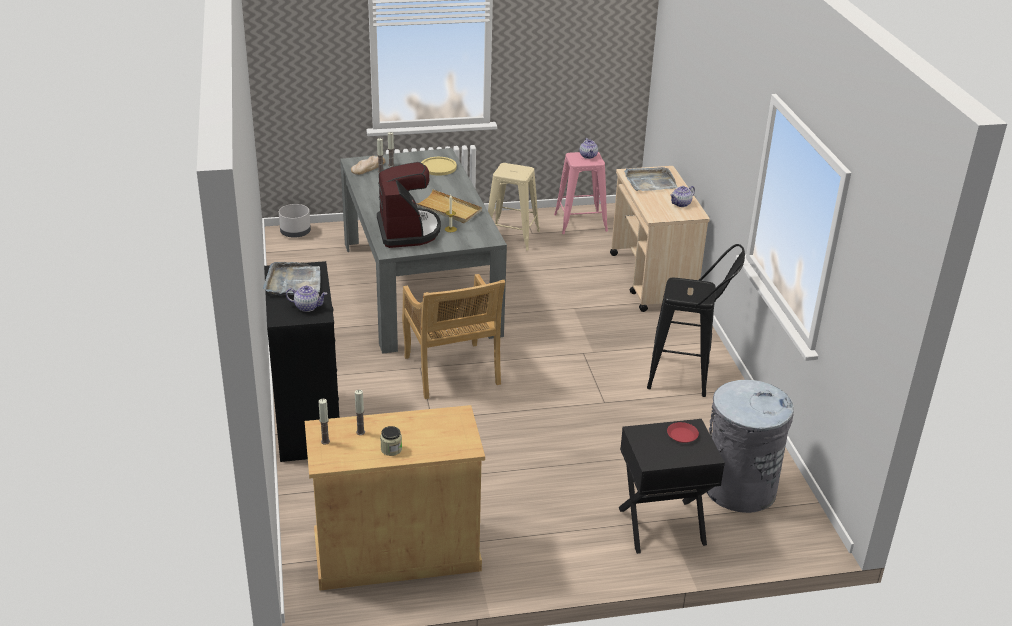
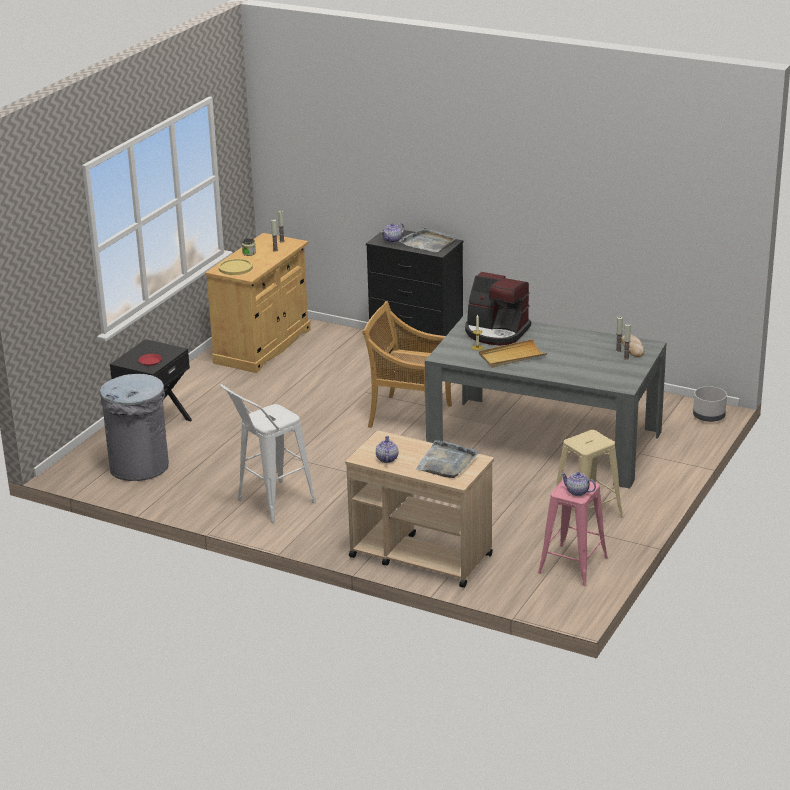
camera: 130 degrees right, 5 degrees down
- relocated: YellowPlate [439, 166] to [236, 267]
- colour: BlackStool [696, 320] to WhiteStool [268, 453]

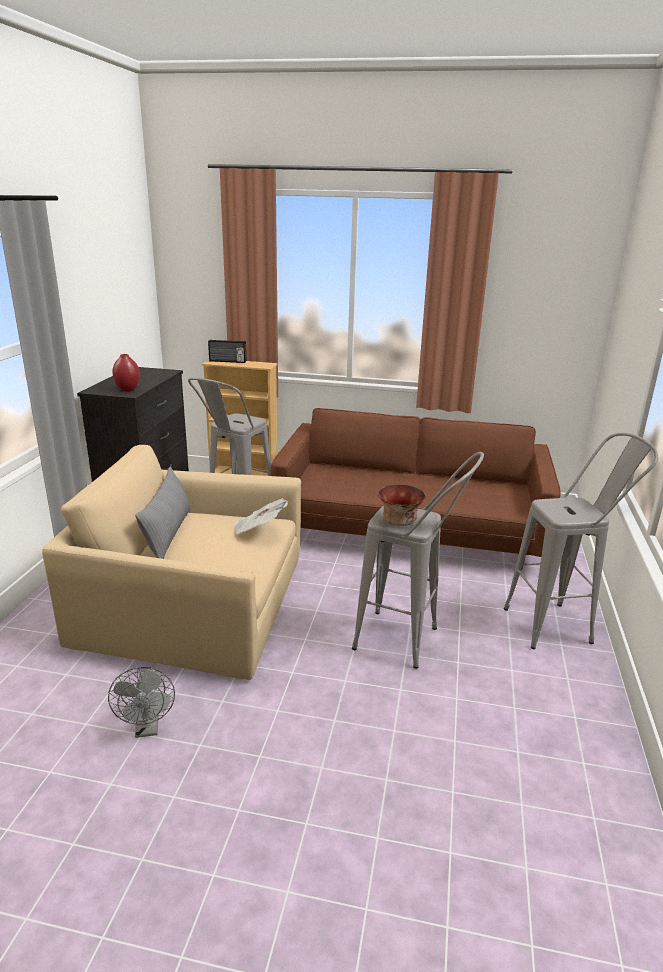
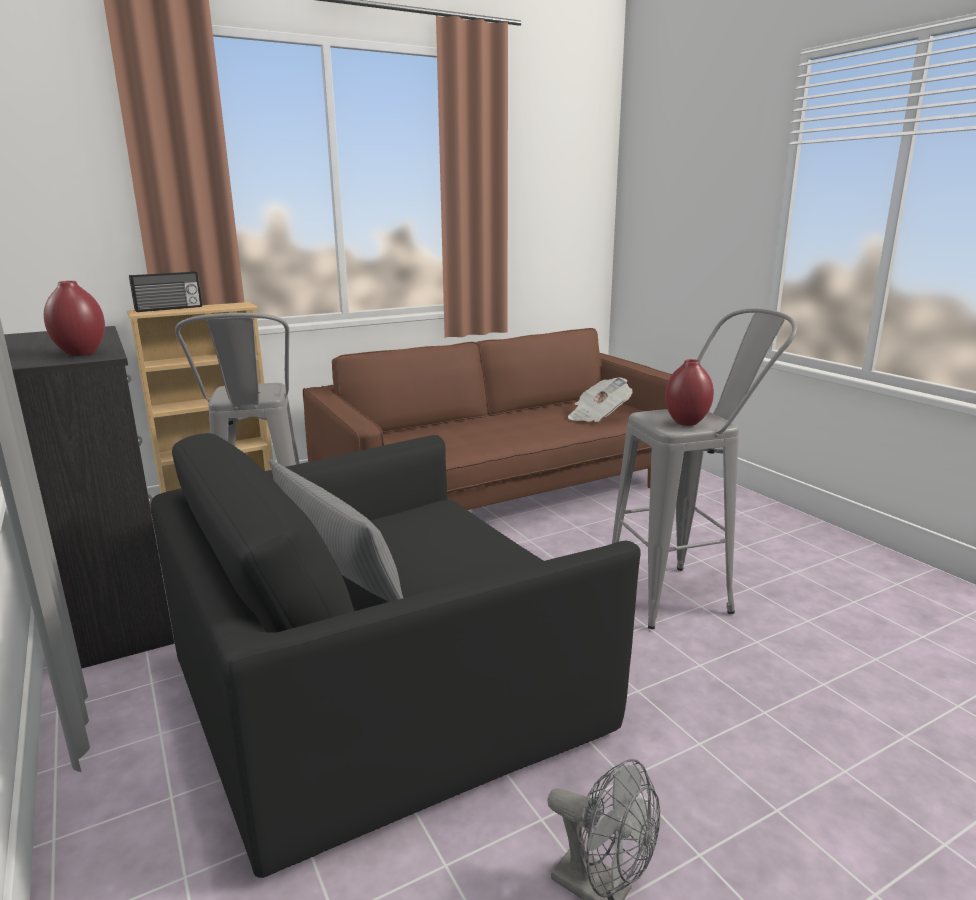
camera: 40 degrees left, 5 degrees down
- colour: BeigeArmchair [171, 562] to BlackArmchair [395, 655]
- relocated: Newspaper [261, 516] to [600, 399]
- exchanged: Bowl [402, 505] to RedVase [689, 392]
- missing: GreyStool [581, 541]

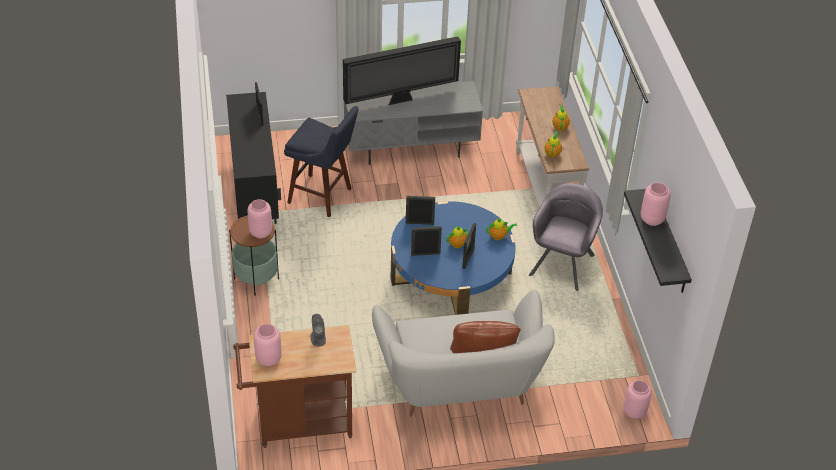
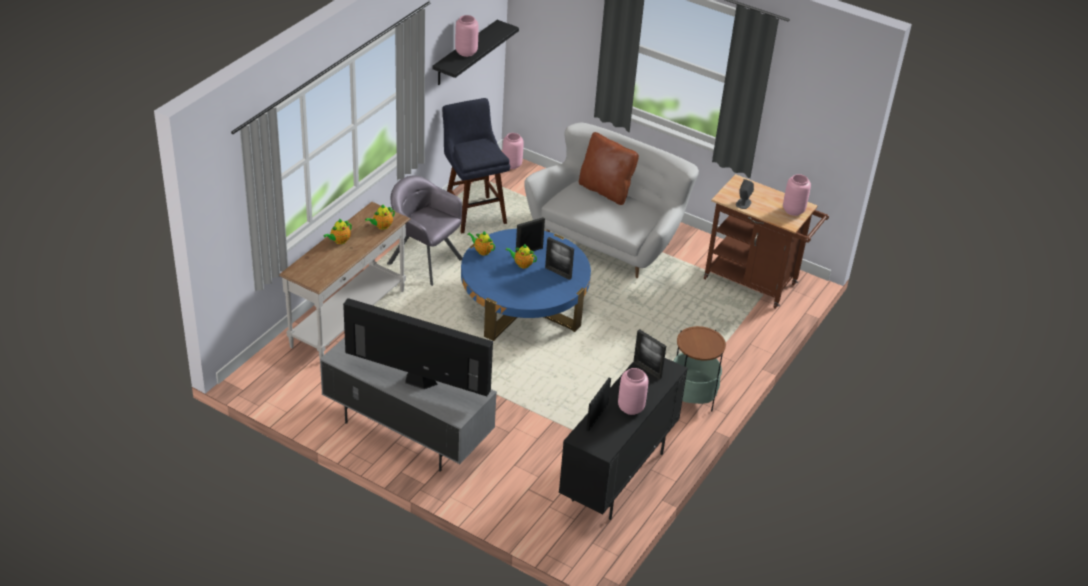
camera: 140 degrees left, 5 degrees down
- spun: GreyArmchair [566, 237] = [424, 230] 60 degrees clockwise
- relocated: BlueStool [321, 161] to [476, 166]
- relocated: PinkVase [260, 218] to [633, 391]
- relocated: PictureFrame [420, 210] to [649, 354]

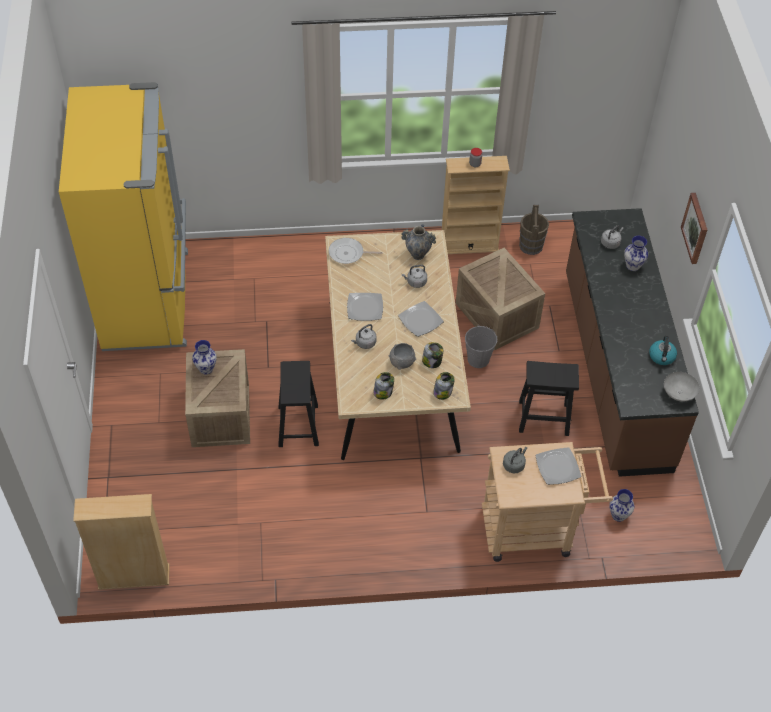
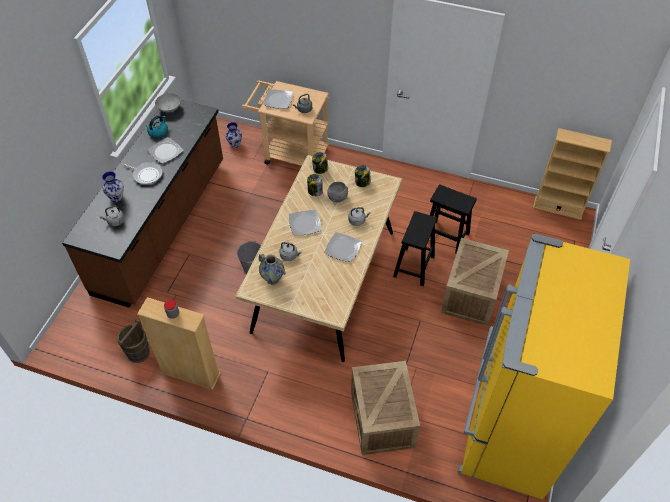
camera: 155 degrees left, 0 degrees up
- relocated: FryingPan [356, 251] to [142, 173]
- appeared: Plate [165, 150]
- relocated: Crate [500, 299] to [385, 408]
- relocated: BlackStool [549, 398] to [453, 219]
- missing: Vase [204, 357]
- missing: Picture [694, 228]

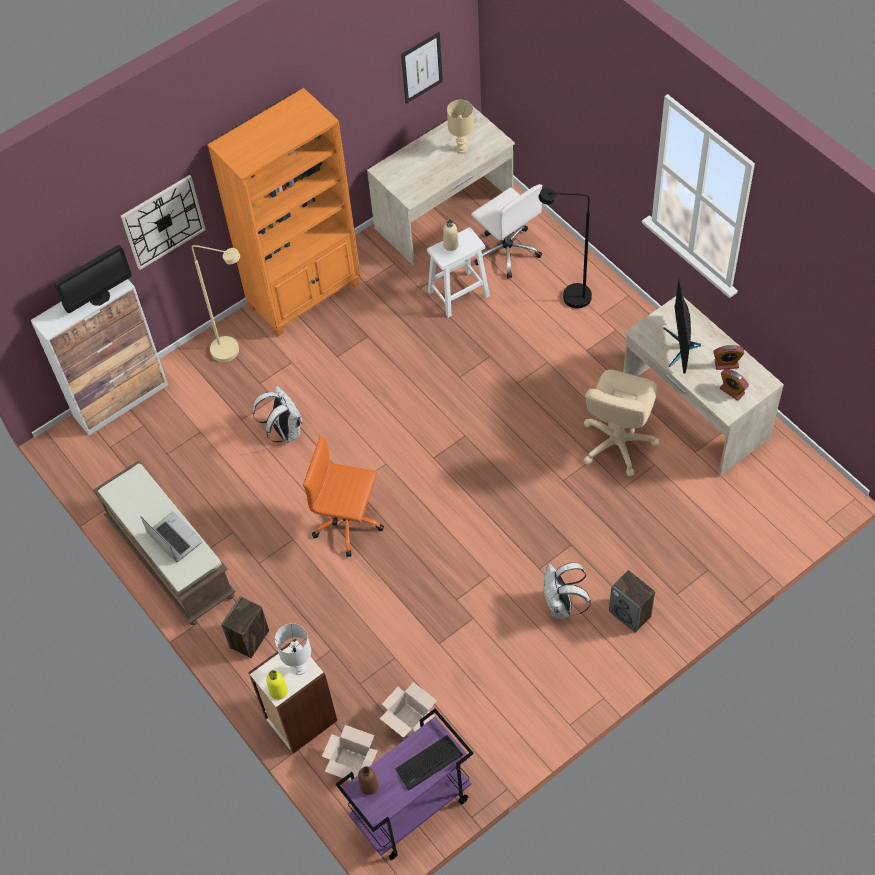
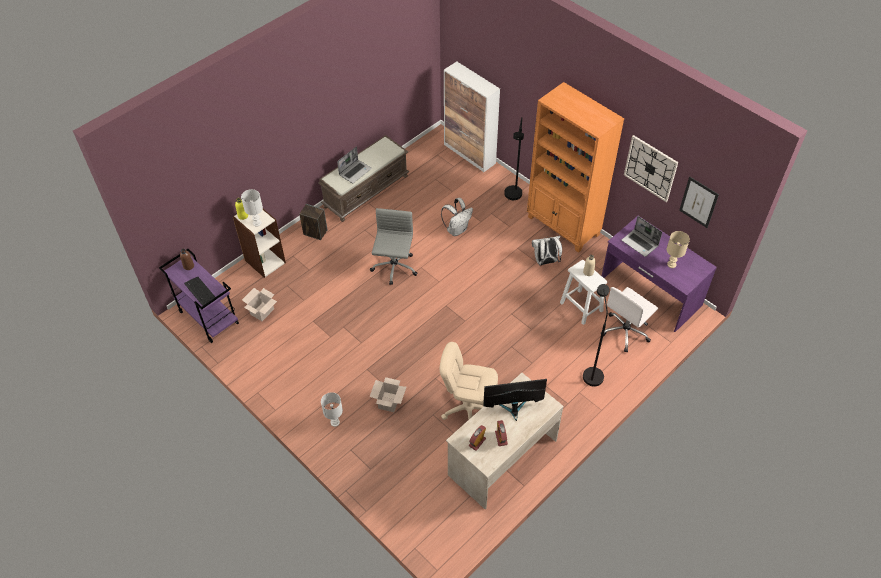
camera: 80 degrees right, 5 degrees down
- exchanged: Speaker [632, 601] to WhiteTableLamp [332, 409]
- relocated: CardboardBox [350, 753] to [387, 394]
- colour: OrangeOfficeChair [343, 496] to GreyOfficeChair [394, 246]
- colour: BeigeFloorLamp [216, 303] to BlackFloorLamp [514, 158]
- relocated: WhiteBackpack [567, 590] to [547, 251]
- colour: BeigeDesk [441, 185] to PurpleDesk [659, 274]
- appeared: Laptop [642, 236]
- relocated: WallClock [163, 222] to [651, 168]
- missing: Monitor [93, 279]

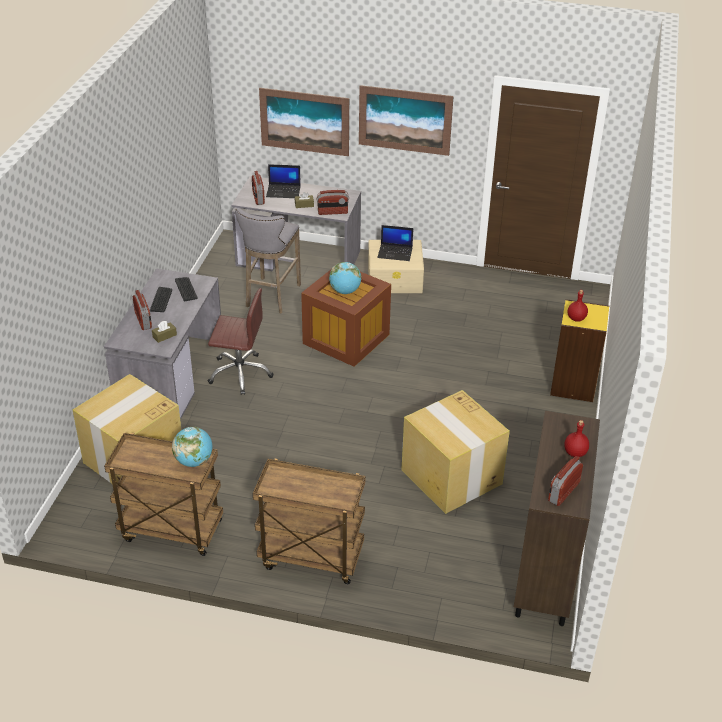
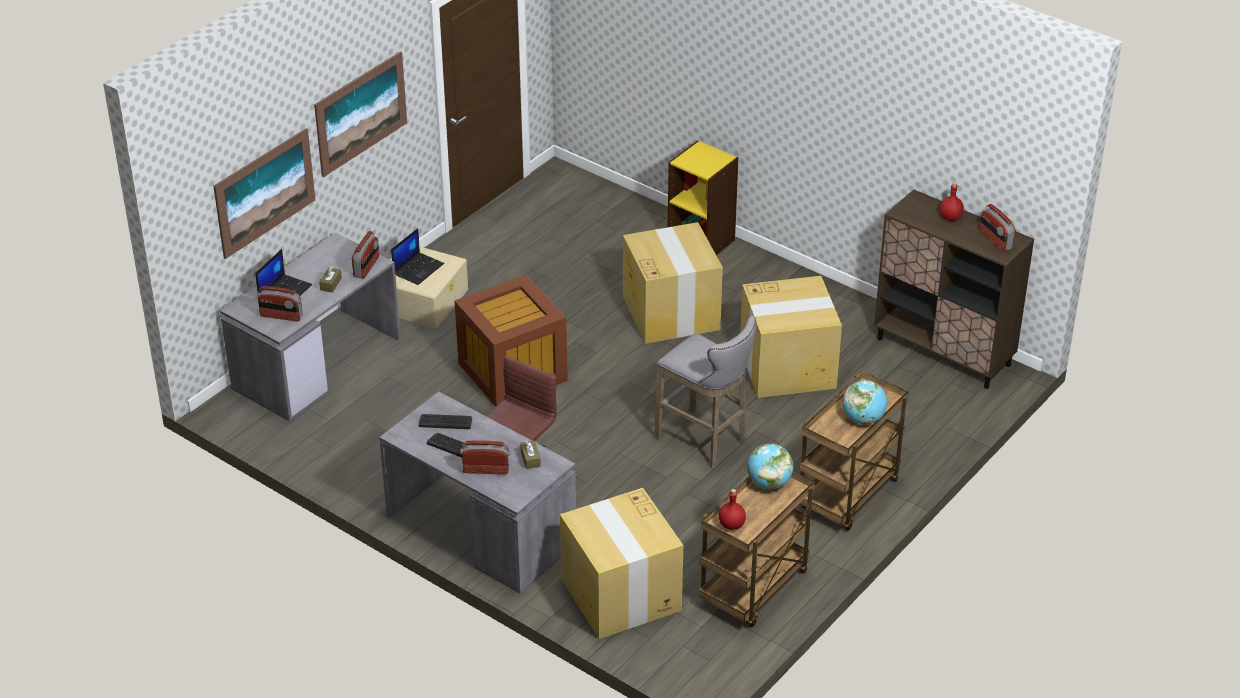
camera: 65 degrees left, 0 degrees up
- appeared: CardboardBox [673, 283]
- relocated: GreyStool [268, 261] to [705, 392]
- relocated: RedBottle [578, 306] to [732, 509]
- relocated: Globe [345, 278] to [865, 402]

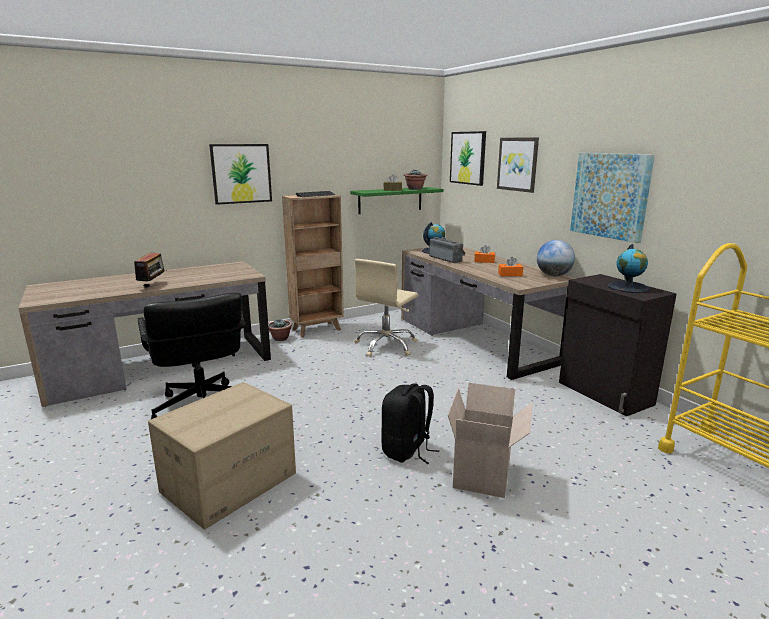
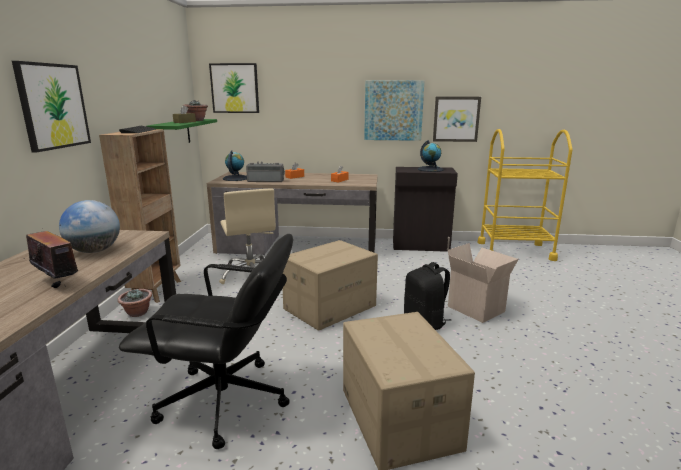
camera: 55 degrees left, 0 degrees up
- relocated: Globe [556, 258] to [89, 226]
- appeared: CardboardBox [330, 285]
- relocated: Picture [518, 165] to [457, 119]

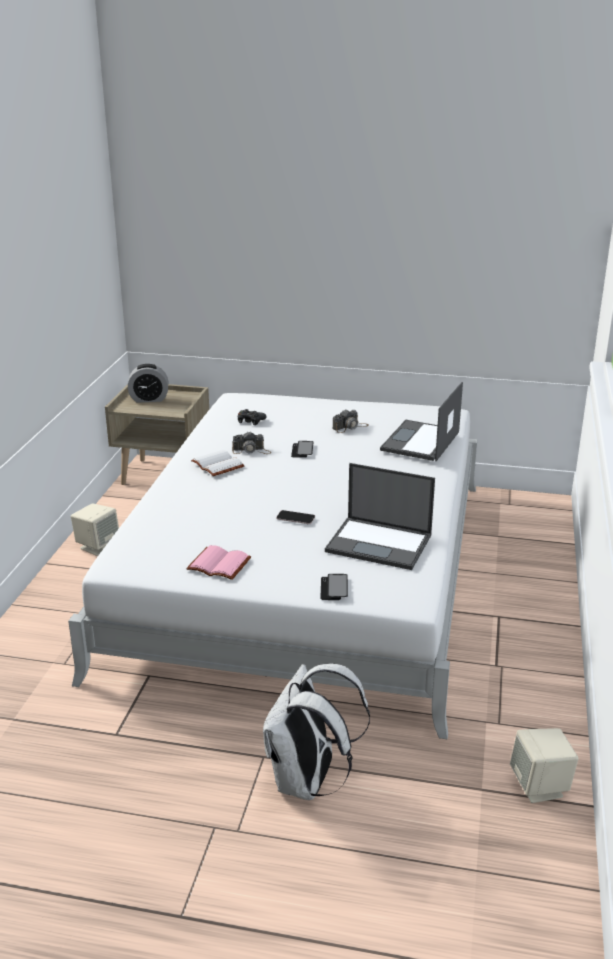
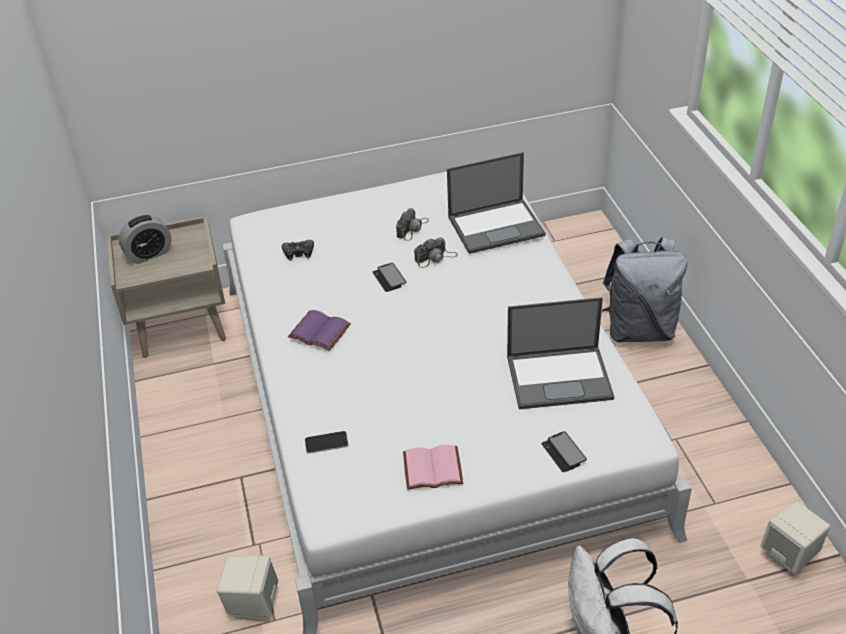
camera: 25 degrees left, 15 degrees up
- relocated: BeigeSpeaker [95, 529] to [247, 588]
- colour: WhiteBook [218, 463] to PurpleBook [319, 330]
- relocated: Phone [295, 517] to [326, 442]
- relocated: PhotoCamera [251, 442] to [436, 252]
- spun: Laptop [421, 421] = [496, 203] 105 degrees counterclockwise
- appeared: GreyBackpack [644, 290]

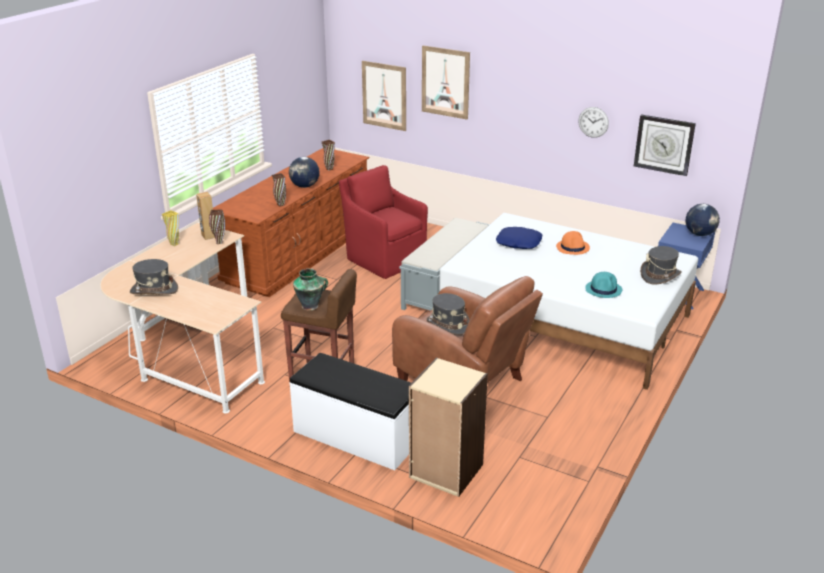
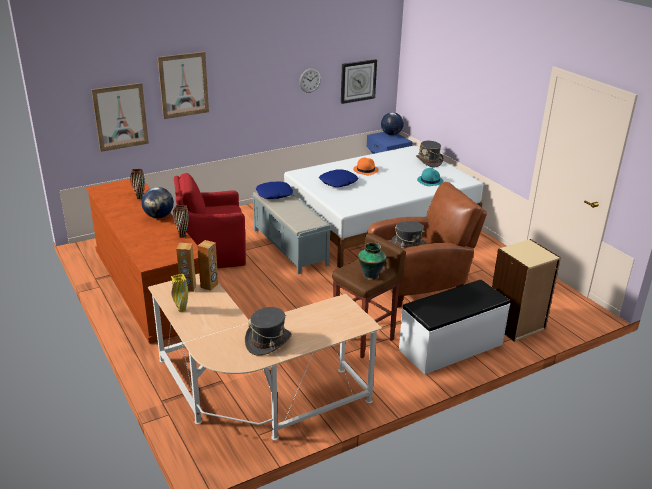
camera: 60 degrees left, 0 degrees up
- exchanged: BrownVase [217, 226] to BrownSpeaker [207, 265]
- appeared: BluePillow [274, 190]

